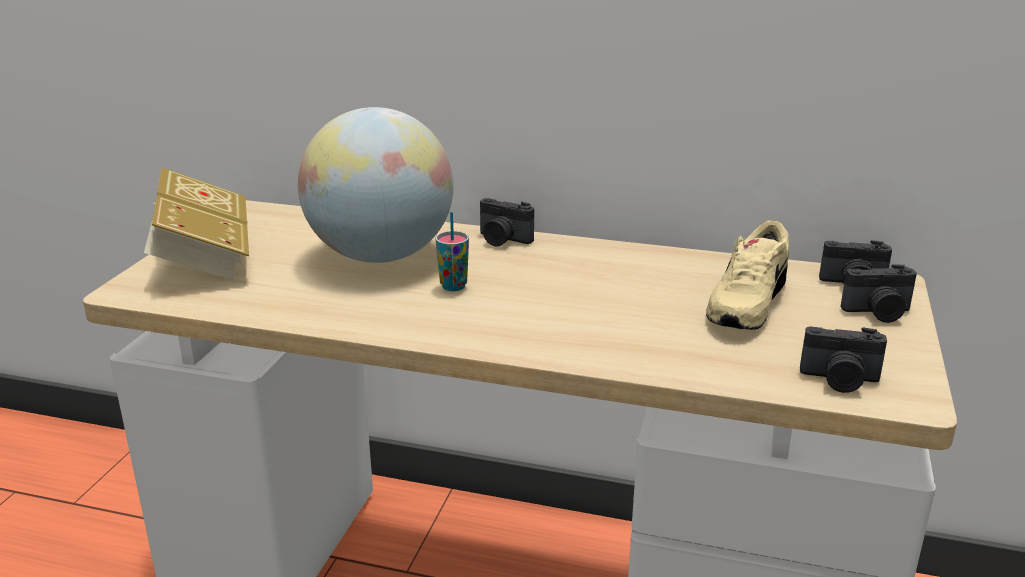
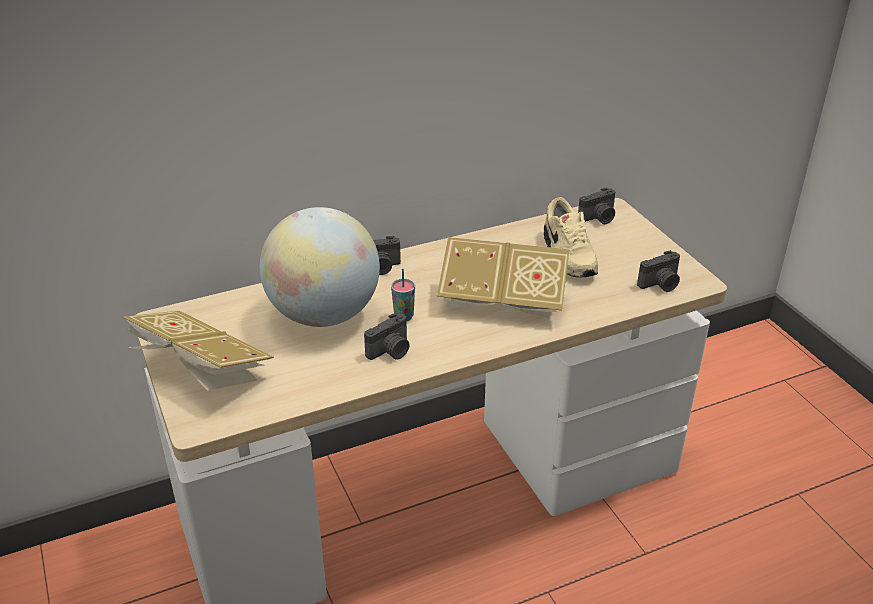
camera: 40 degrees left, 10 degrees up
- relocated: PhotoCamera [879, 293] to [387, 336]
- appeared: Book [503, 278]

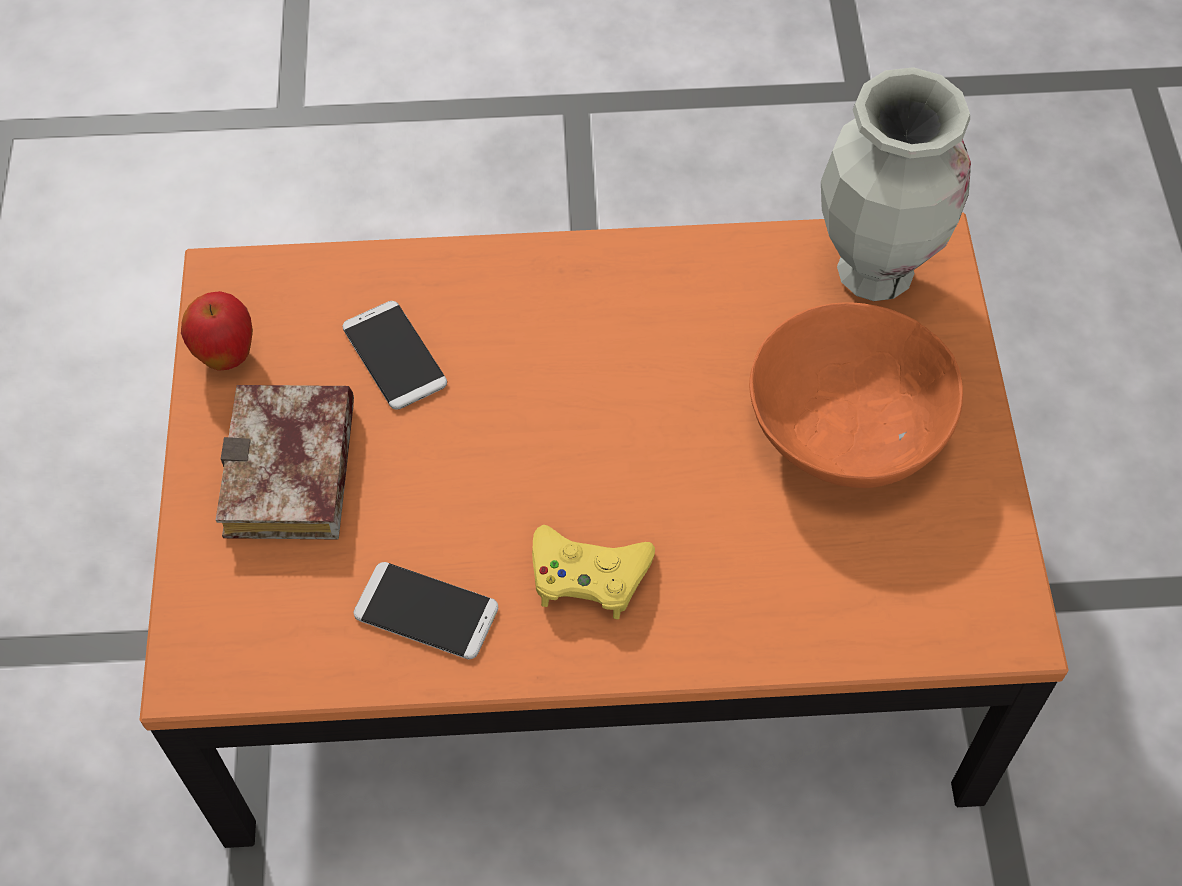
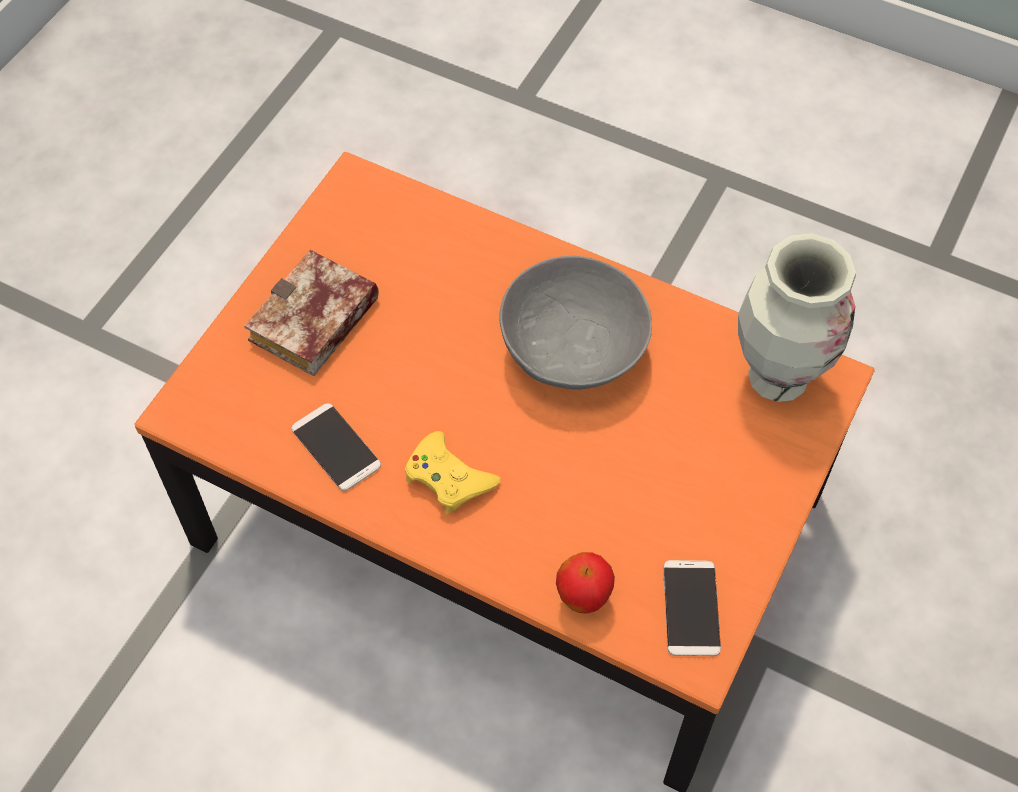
camera: 30 degrees right, 0 degrees up
- appeared: GreyBowl [575, 323]
- relocated: Apple [217, 331] to [585, 583]
- relocated: Phone [395, 355] to [692, 608]
- missing: OrangeBowl [856, 395]

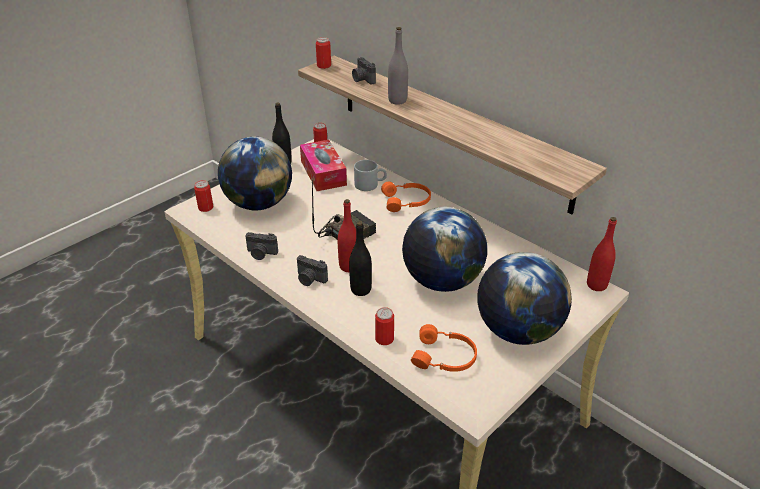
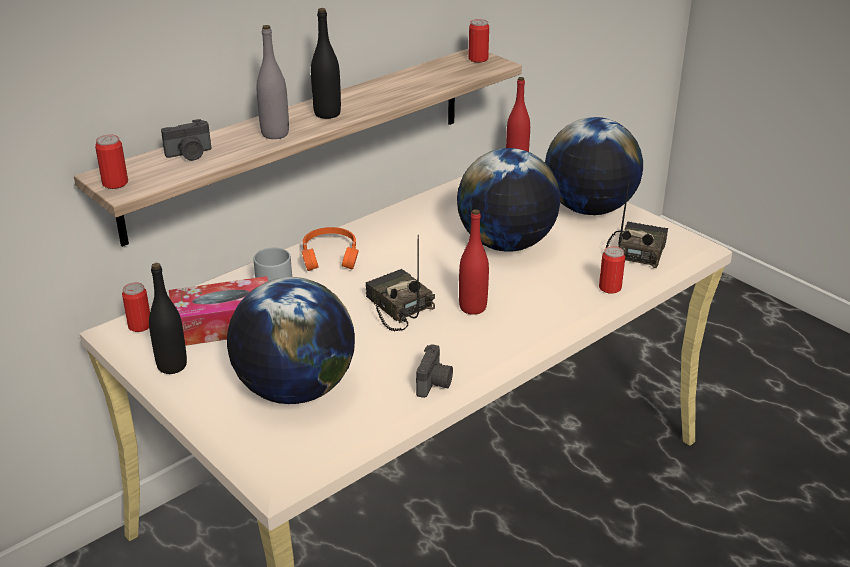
camera: 85 degrees left, 5 degrees down
- relocated: BlackBottle [360, 258] to [326, 63]
- relocated: Can [203, 196] to [478, 41]
- exchanged: OrangeHeadphones [444, 348] to Radio [637, 225]
- missing: PhotoCamera [312, 270]

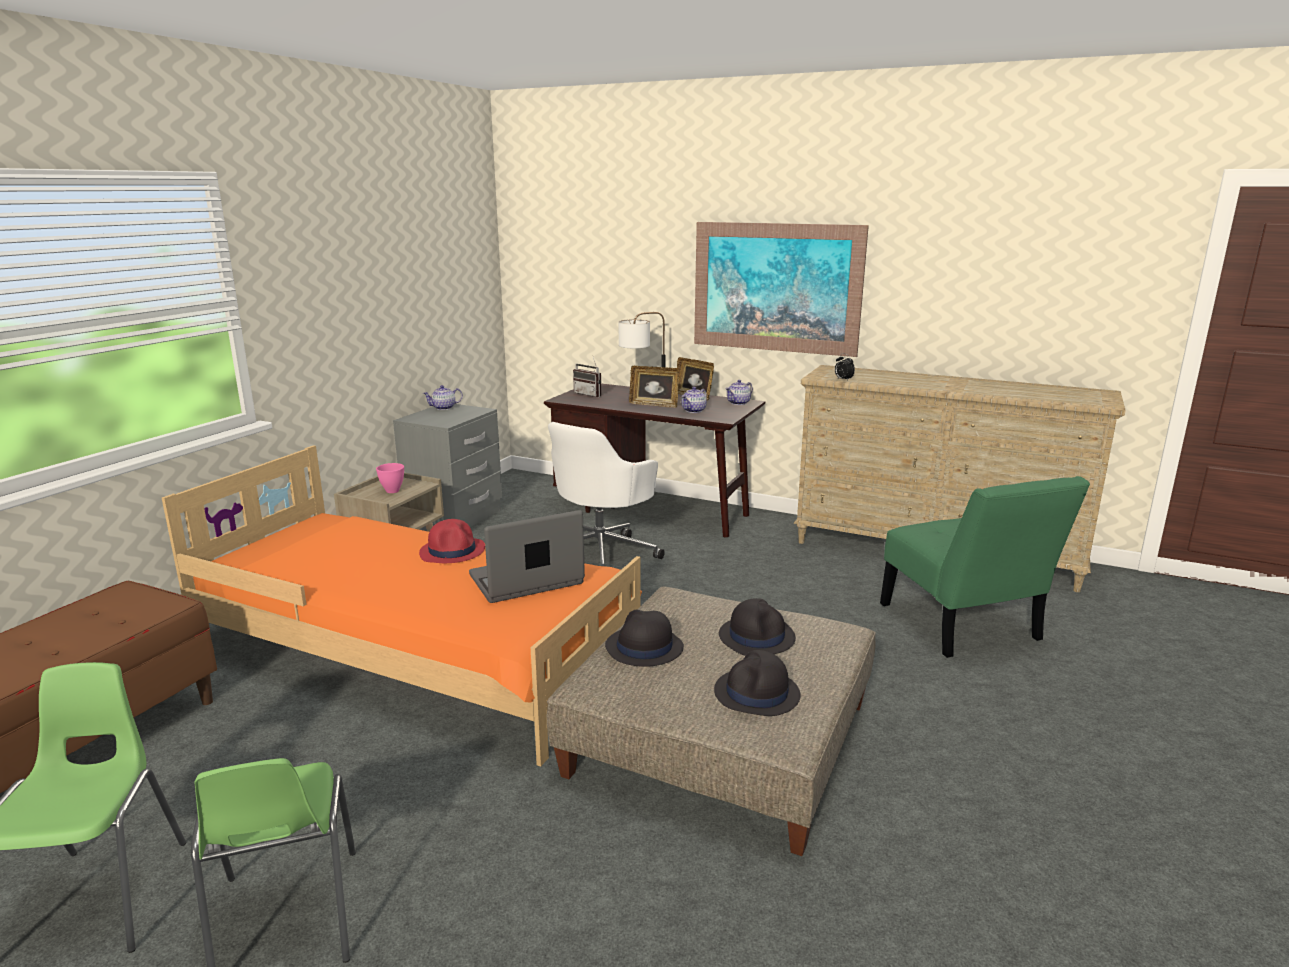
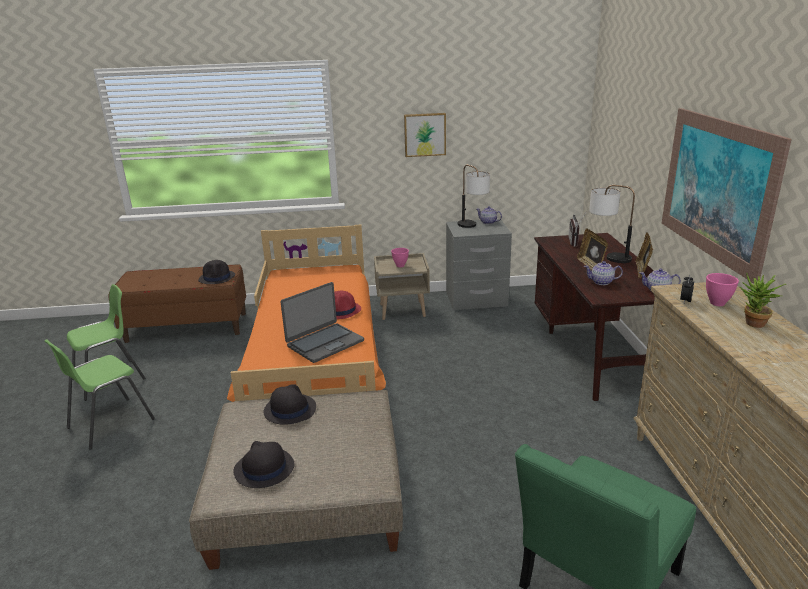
camera: 60 degrees right, 5 degrees up
- relocated: BlackHat [757, 627] to [216, 272]
- spun: Laptop [527, 556] = [322, 322] 105 degrees clockwise
- appeared: Picture [425, 135]
- appeared: TableLamp [474, 196]
- appeared: PinkBowl [722, 289]
- appeared: PottedPlant [763, 300]
- missing: WhiteOfficeChair [606, 494]

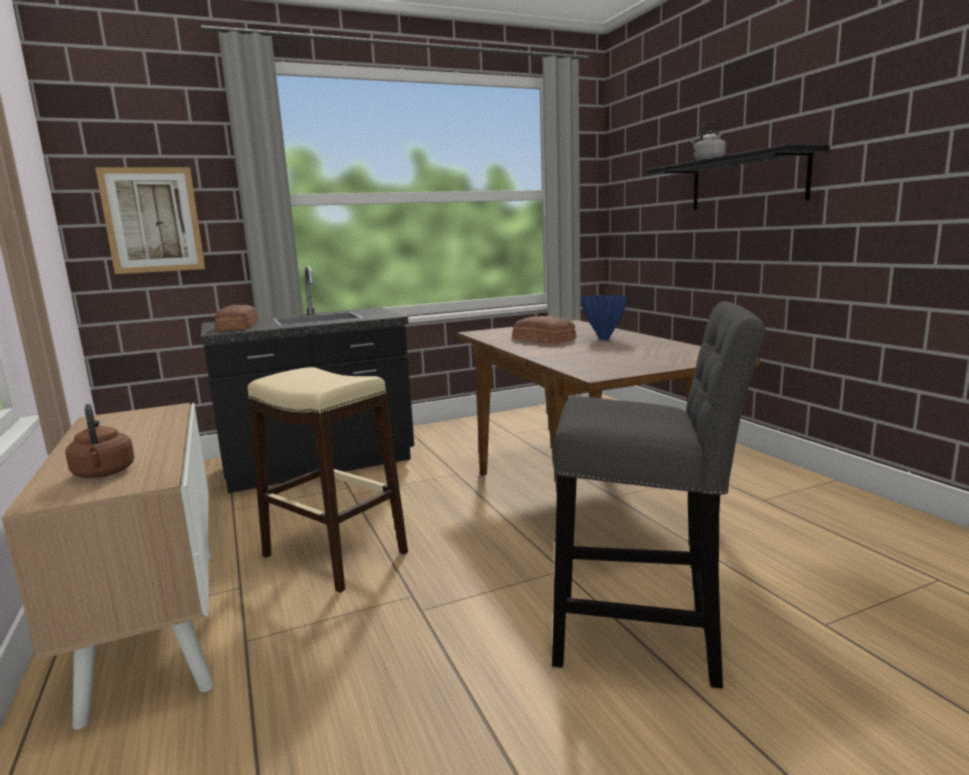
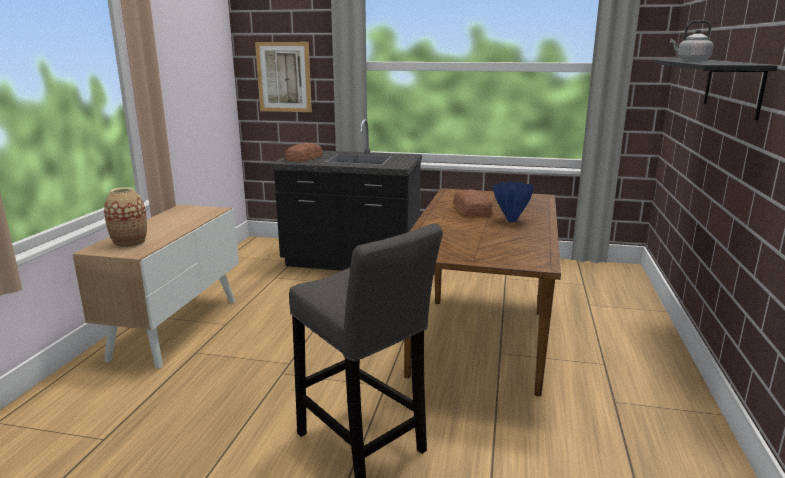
camera: 35 degrees right, 5 degrees up
- exchanged: BrownKettle [100, 441] to Vase [125, 217]
- missing: BeigeStool [327, 480]

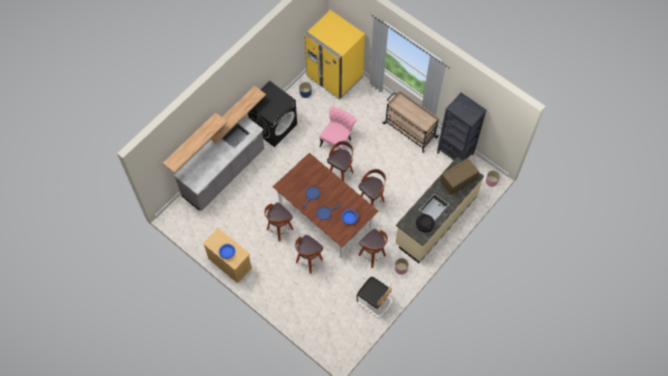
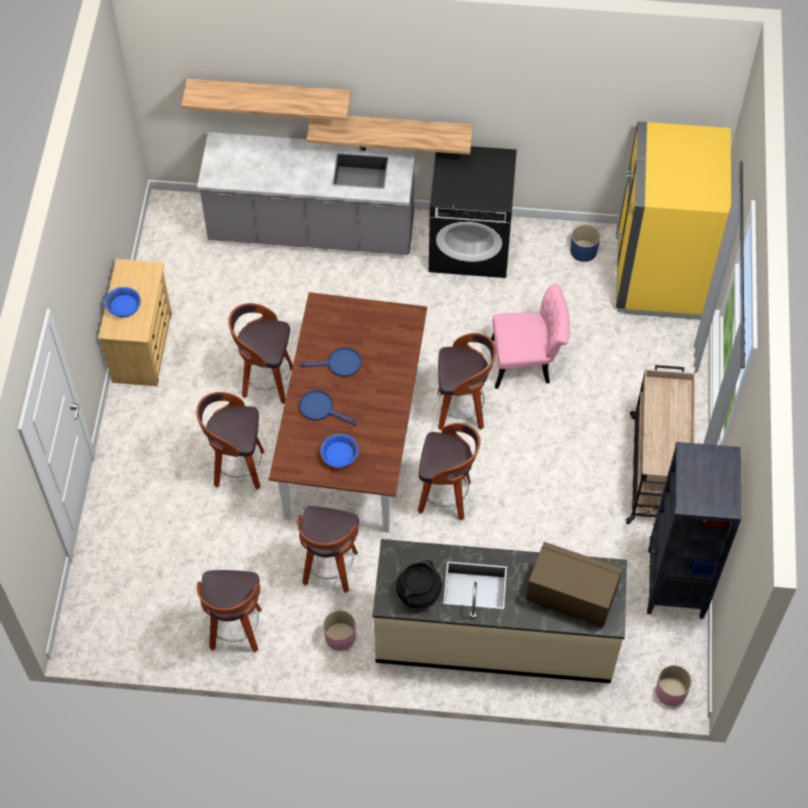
camera: 55 degrees right, 5 degrees down
- exchanged: Chair [374, 297] to Stool [229, 611]

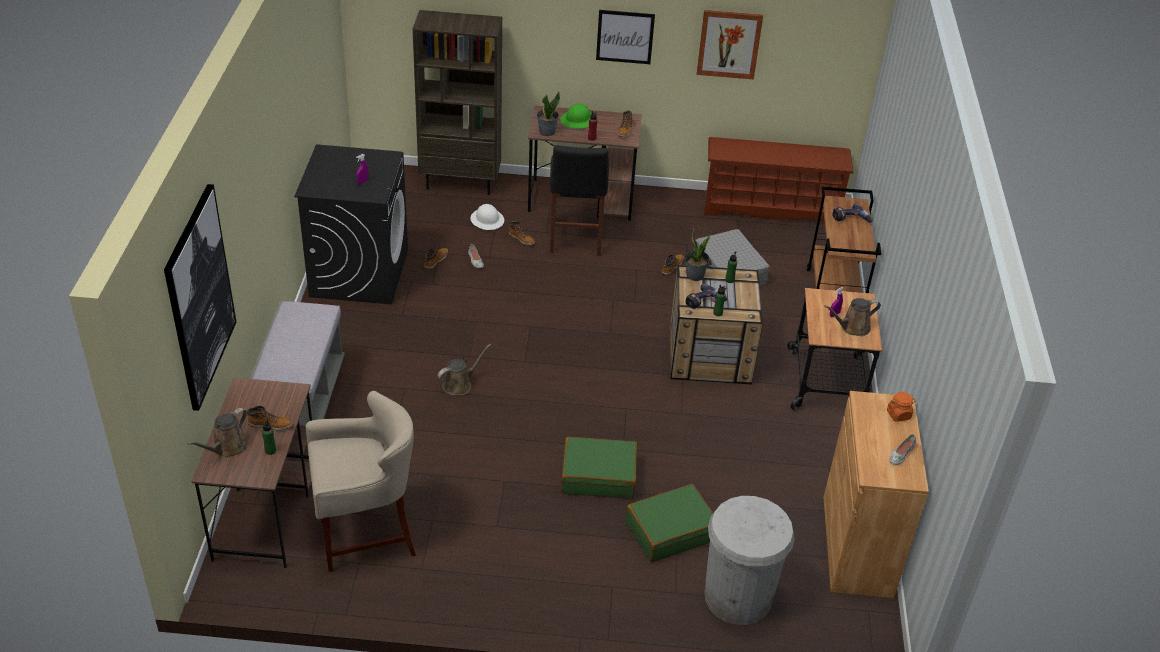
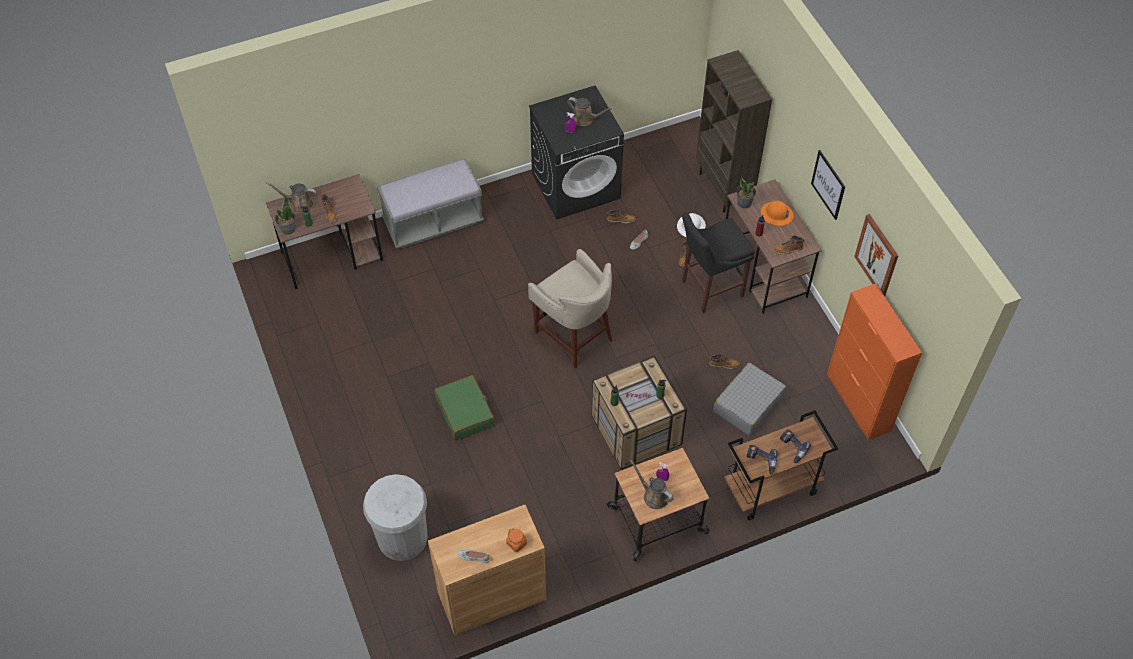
camera: 65 degrees right, 15 degrees up
- relocated: PottedPlant [698, 254] to [285, 215]
- relocated: BeigeStool [361, 481] to [570, 309]
- relocated: BrownWateringCan [464, 369] to [589, 111]
- relocated: PowerDrill [706, 296] to [762, 459]
- colour: GreenHardHat [576, 116] to OrangeHardHat [777, 213]
- exchanged: BrownShoeRack [778, 179] to OrangeCabinet [874, 361]
- missing: Picture [200, 297]
- missing: GreenSuitcase [669, 523]

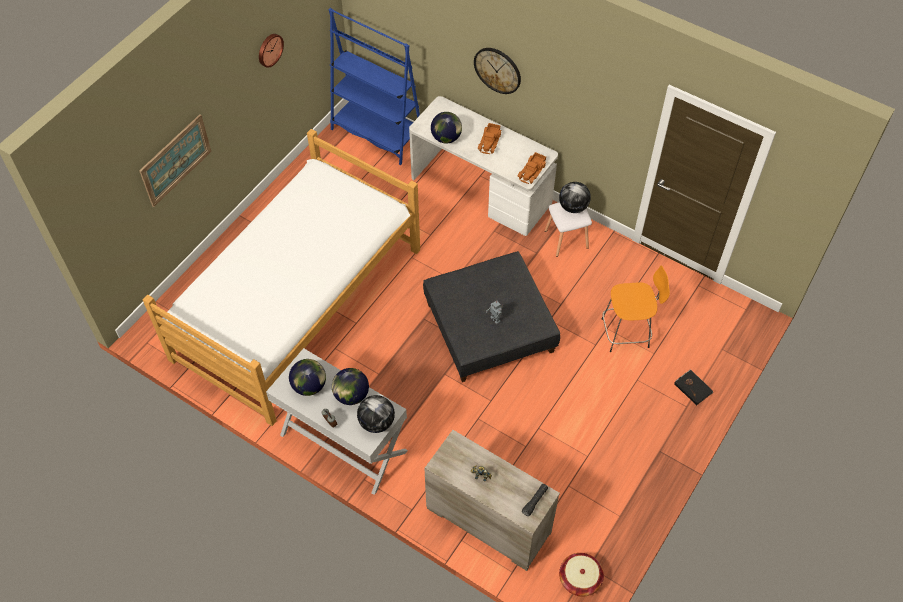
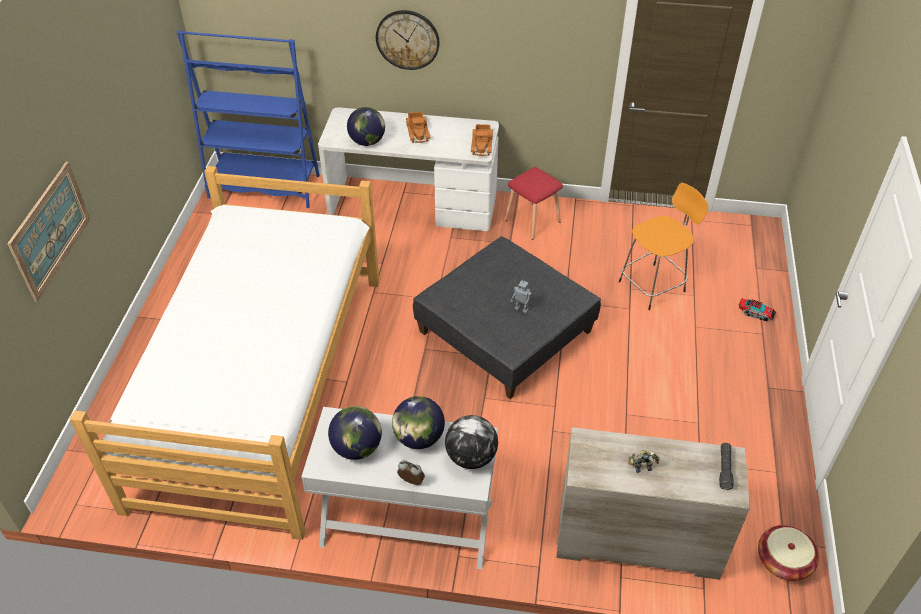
camera: 25 degrees left, 10 degrees down
- colour: WhiteStool [568, 229] to RedStool [534, 203]
- exchanged: BlackBook [693, 387] to ToyTruck [757, 309]
- missing: WallClock [271, 51]
- missing: Globe [575, 197]

